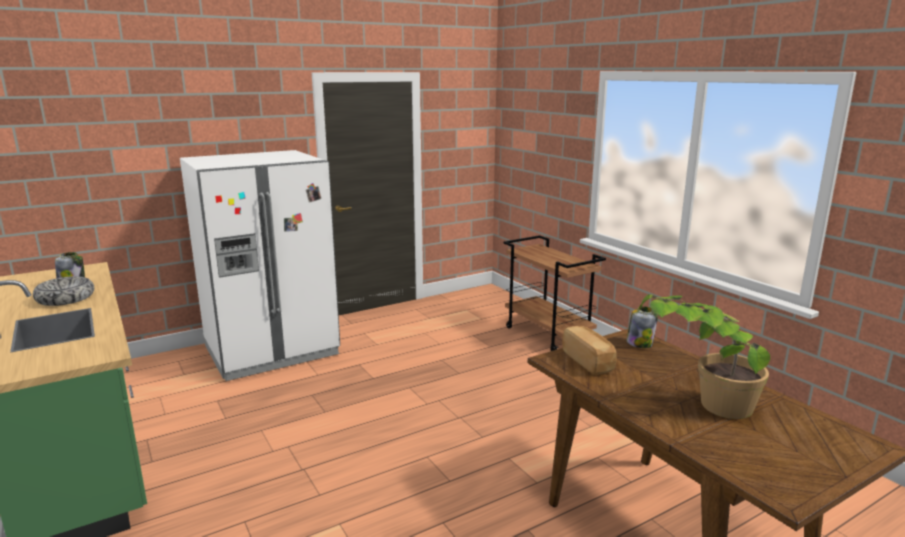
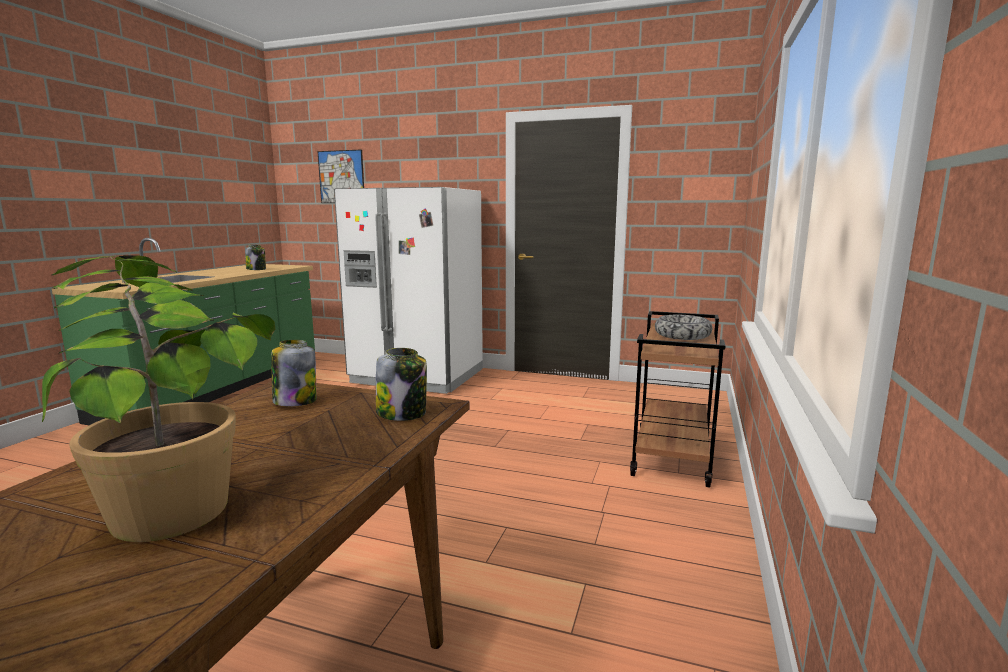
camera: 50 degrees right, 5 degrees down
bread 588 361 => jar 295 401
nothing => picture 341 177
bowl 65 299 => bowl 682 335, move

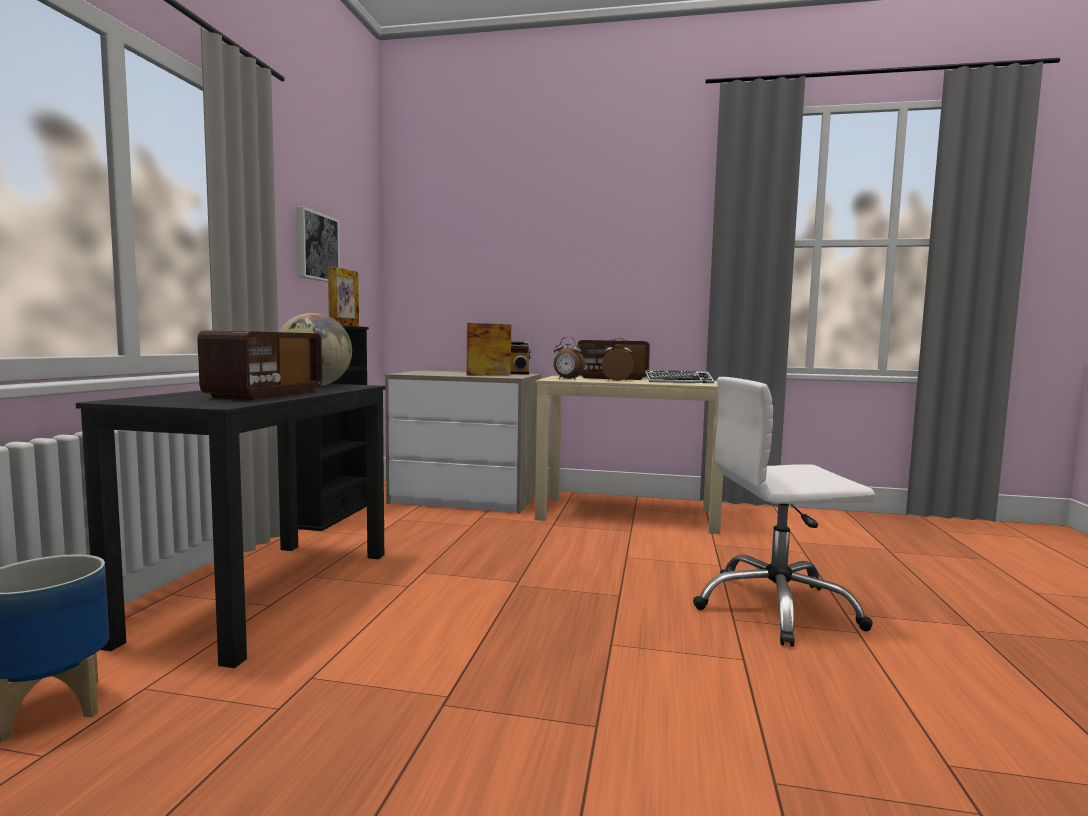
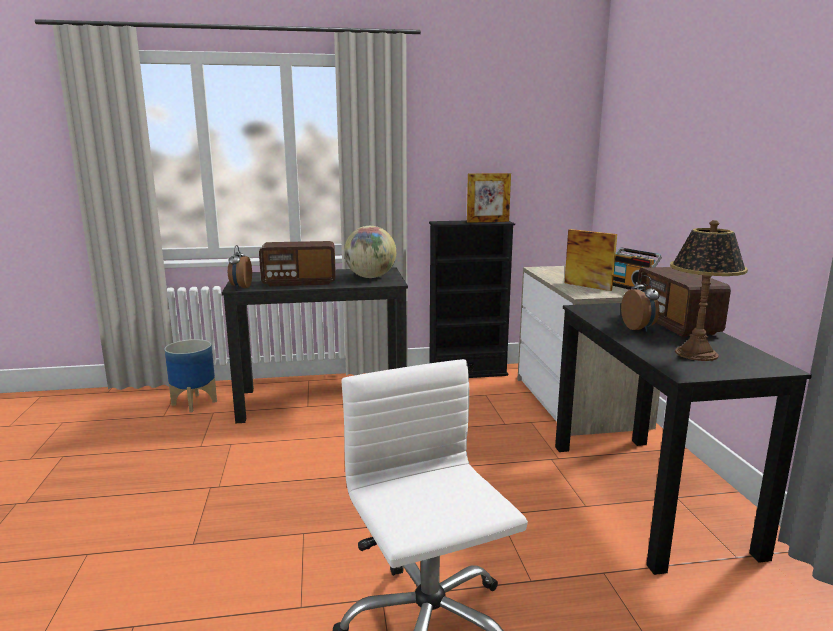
camera: 70 degrees right, 10 degrees up
alarm clock 567 379 => alarm clock 240 287, move
beige desk 628 514 => black desk 647 495
keyboard 678 382 => table lamp 696 354
picture 315 247 => nothing

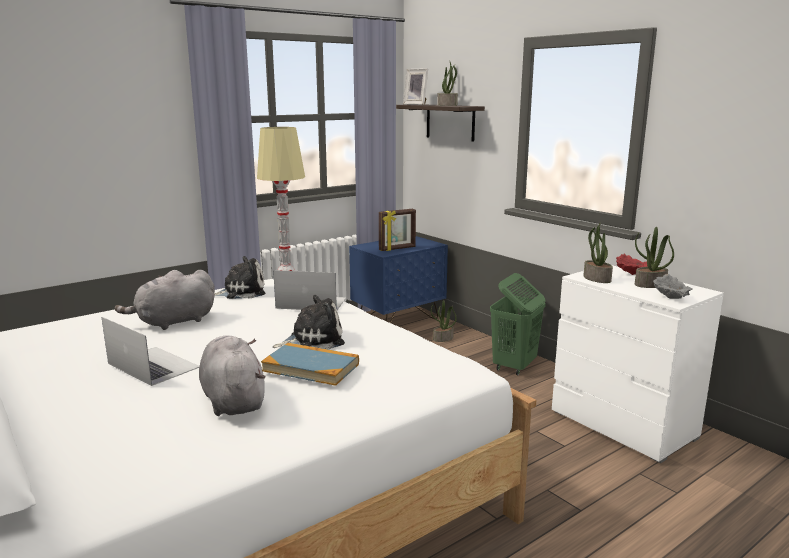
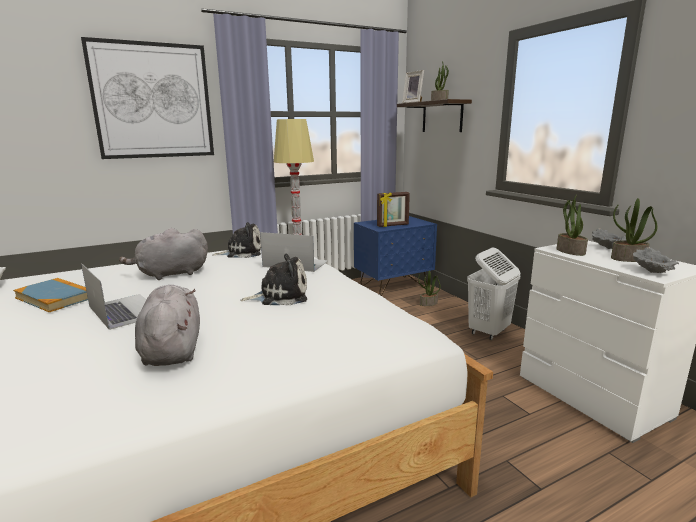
camera: 10 degrees right, 0 degrees up
book 311 367 => book 55 298, move
nothing => picture 153 101
green laundry basket 514 366 => white laundry basket 488 332
red bowl 632 274 => grey bowl 608 248

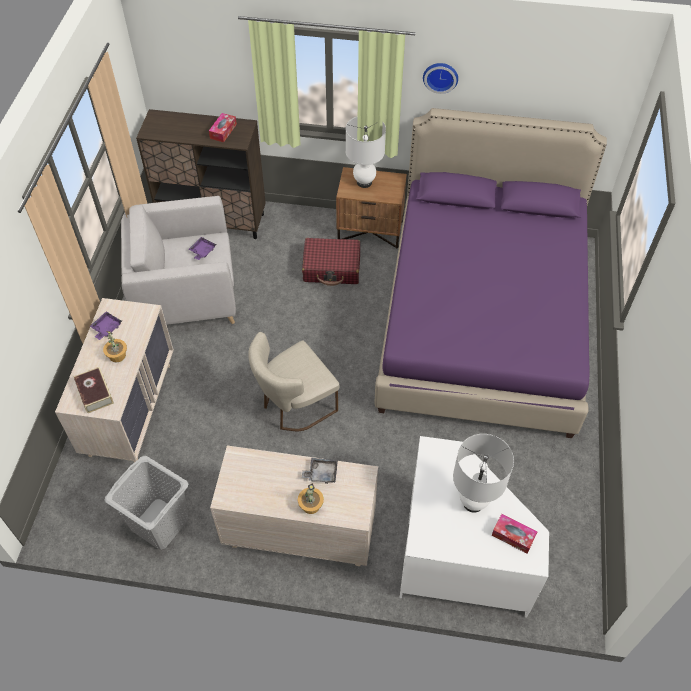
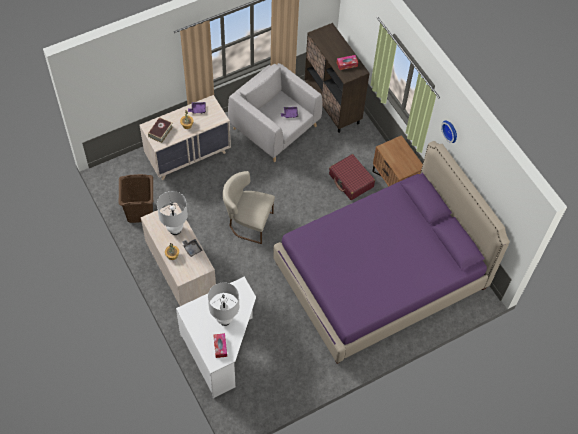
camera: 50 degrees right, 5 degrees up
grey laundry basket 160 524 => brown laundry basket 140 212
white table lamp 364 182 => white table lamp 175 230, move

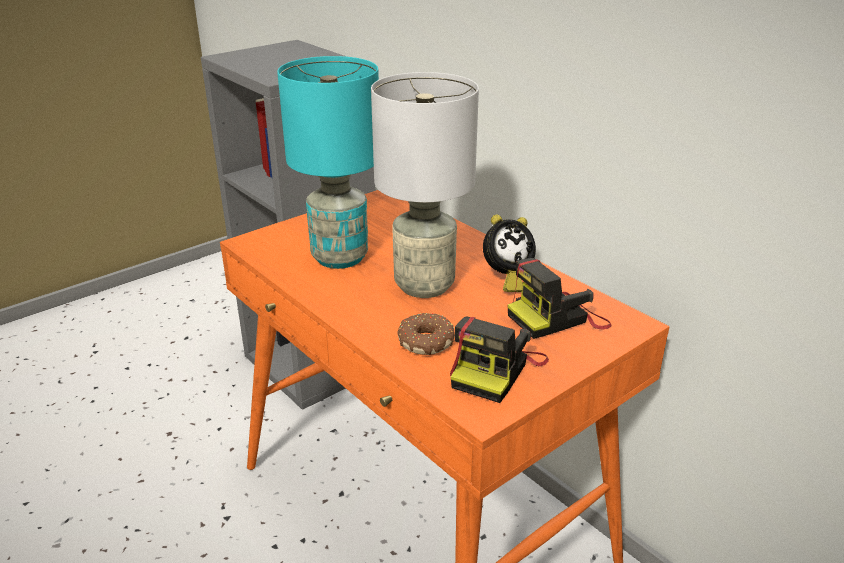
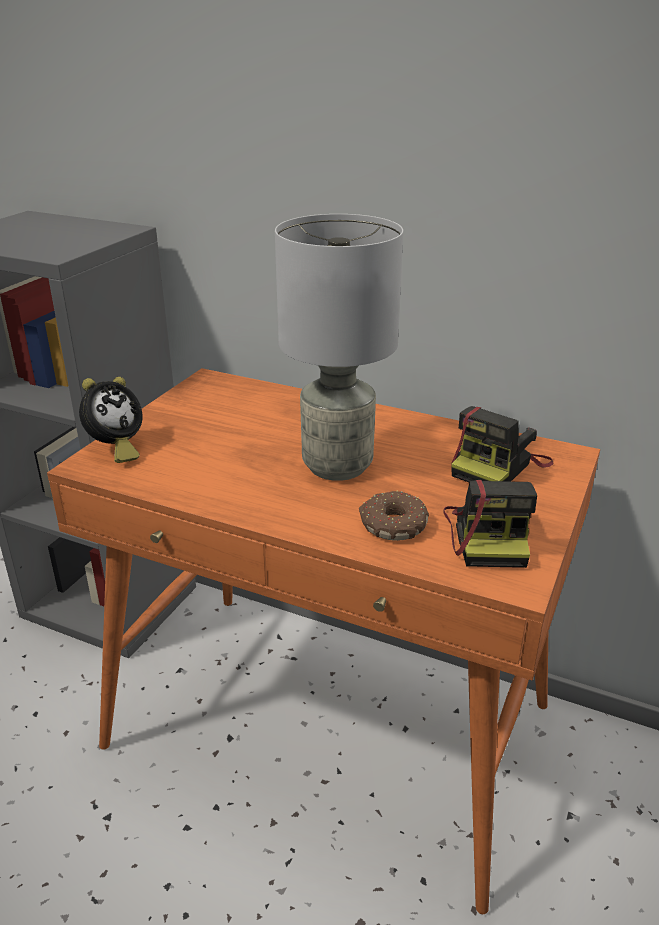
camera: 25 degrees left, 0 degrees up
alarm clock 506 279 => alarm clock 115 450, move
turquoise table lamp 340 257 => nothing

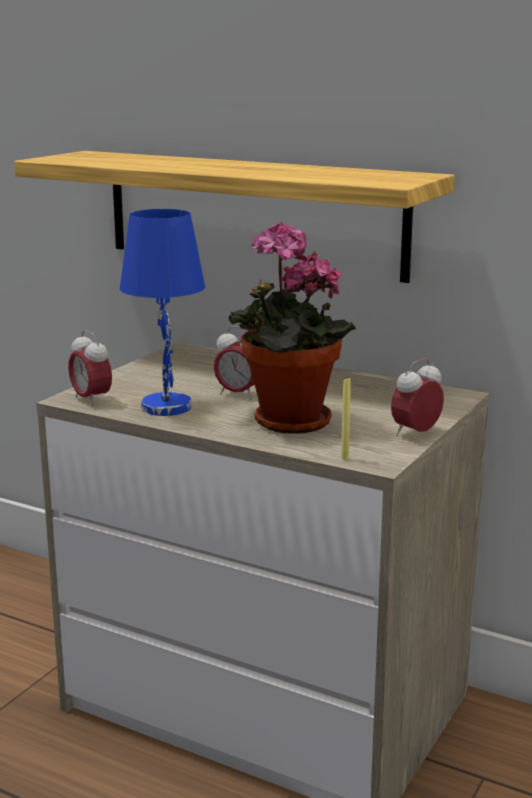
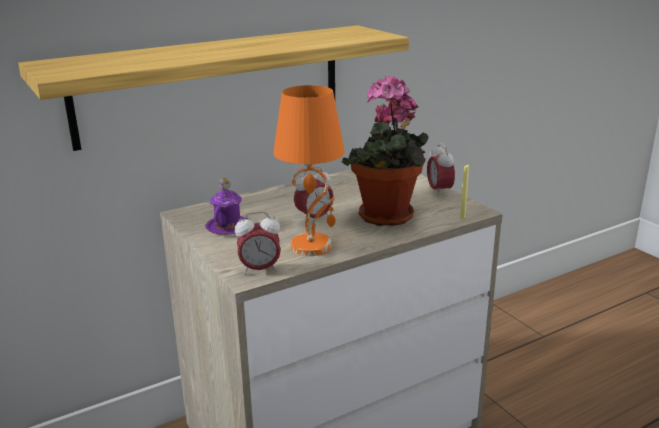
camera: 60 degrees left, 5 degrees up
nothing => purple mug 228 227
blue table lamp 167 407 => orange table lamp 312 246

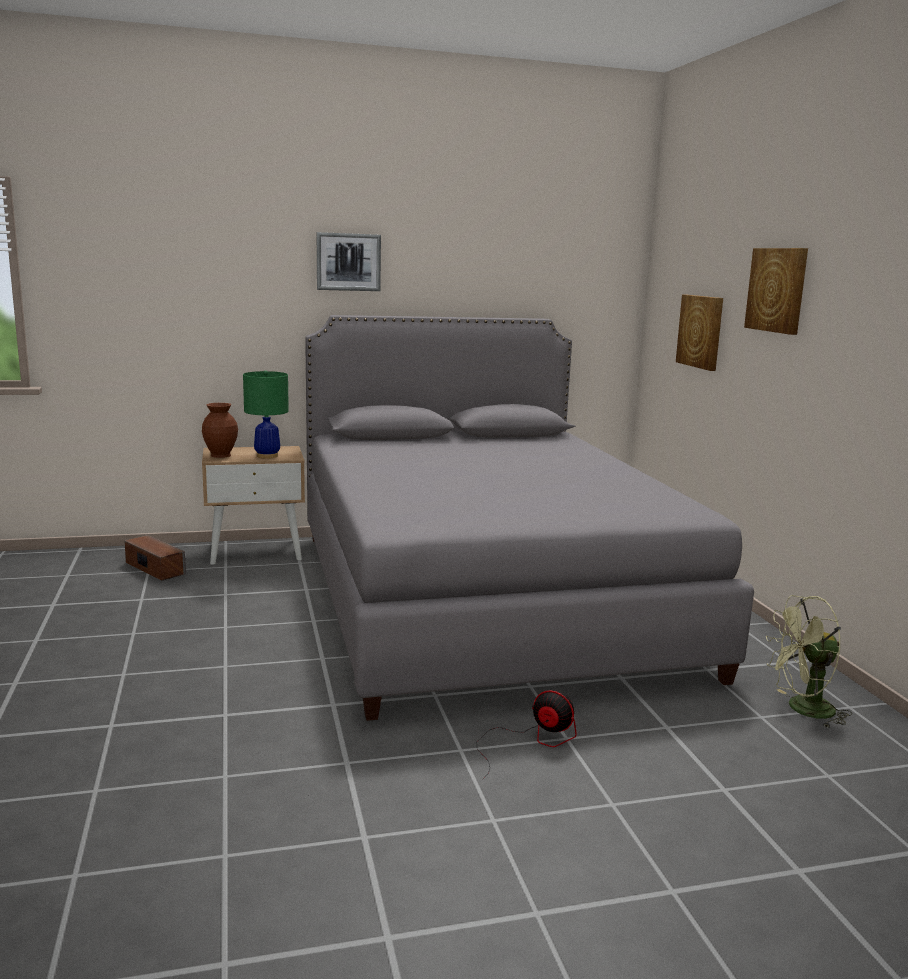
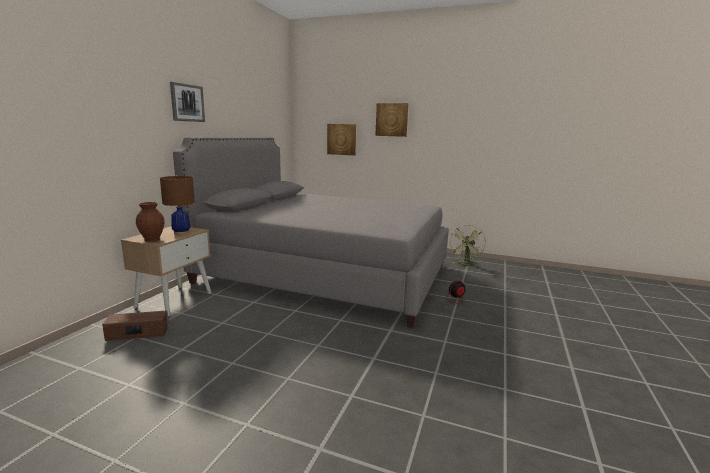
camera: 55 degrees left, 0 degrees up
green table lamp 267 456 => brown table lamp 181 233

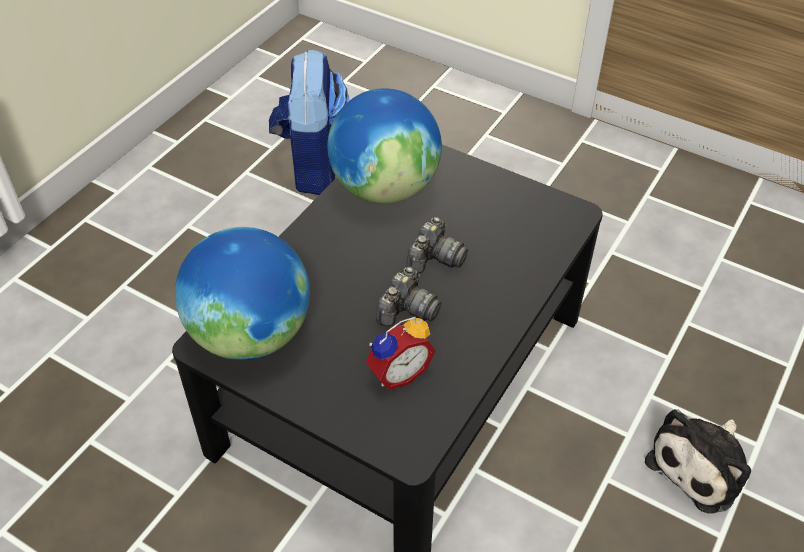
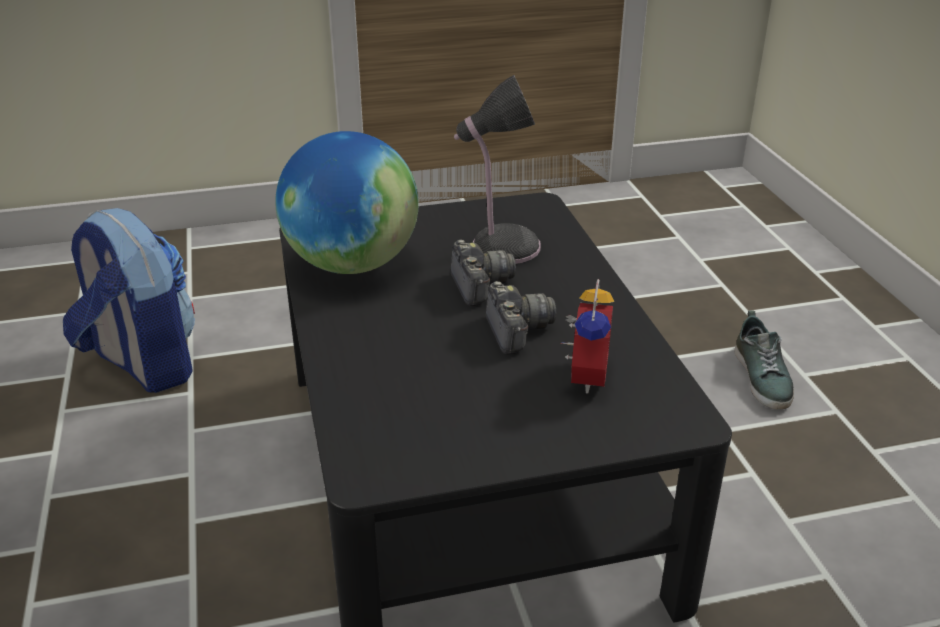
camera: 45 degrees left, 15 degrees down
nothing => table lamp 501 247
plush toy 701 465 => shoe 762 377
globe 250 335 => nothing

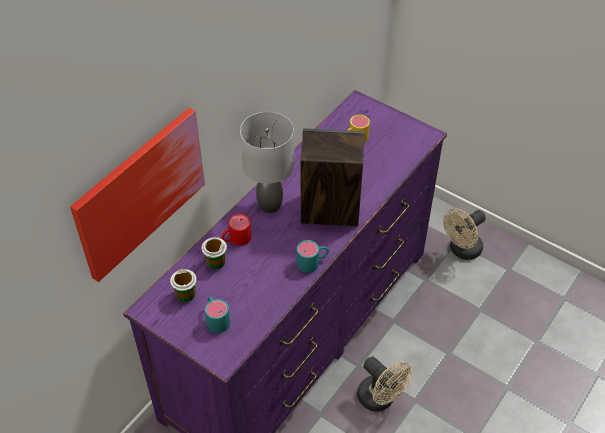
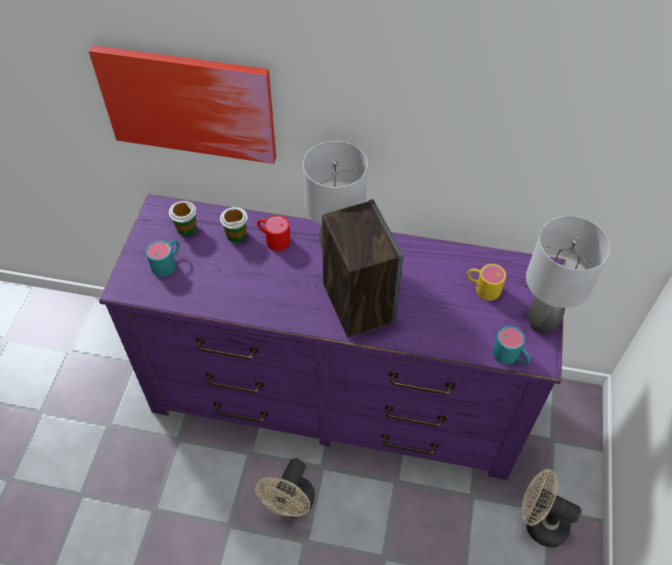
camera: 65 degrees right, 5 degrees up
turquoise mug 313 262 => turquoise mug 510 357, move
nothing => grey table lamp 542 322

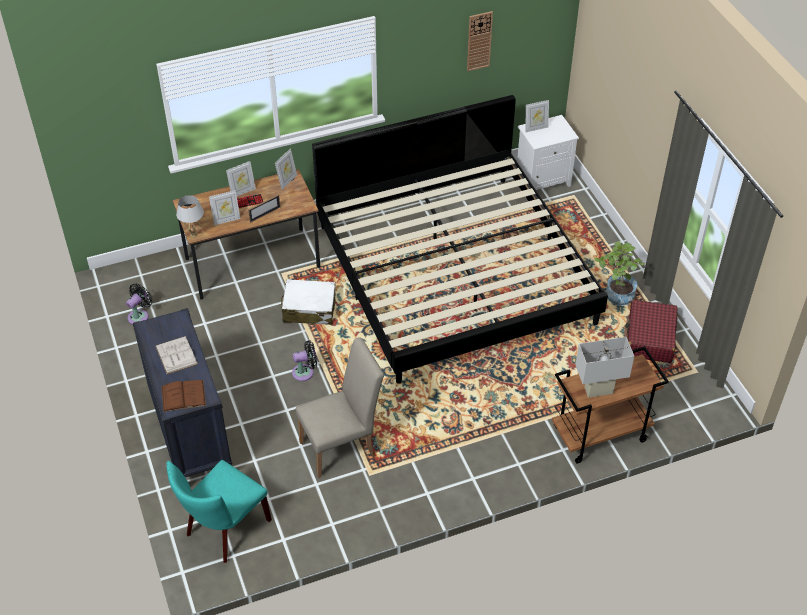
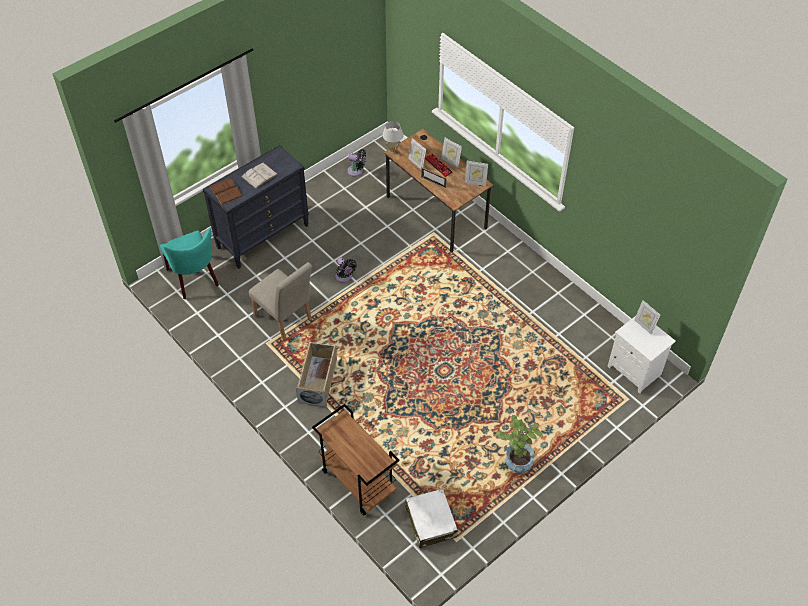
camera: 70 degrees right, 5 degrees up
turquoise chair 224 530 => turquoise chair 194 279, 135 degrees counterclockwise
nothing => beige storage box 318 380
white suitcase 309 309 => white suitcase 431 522, move
bed 454 272 => nothing
wall clock 479 41 => nothing
white table lamp 598 390 => nothing
red suitcase 649 338 => nothing

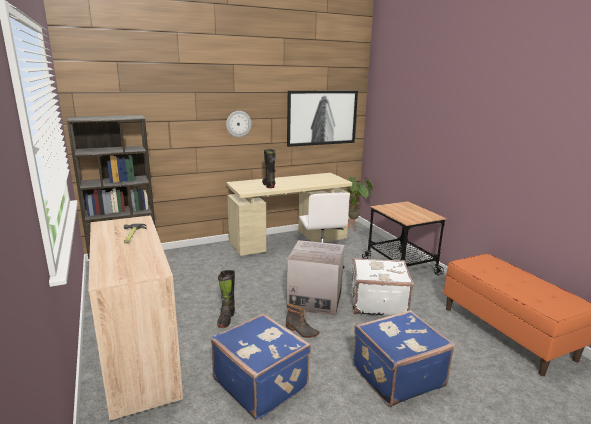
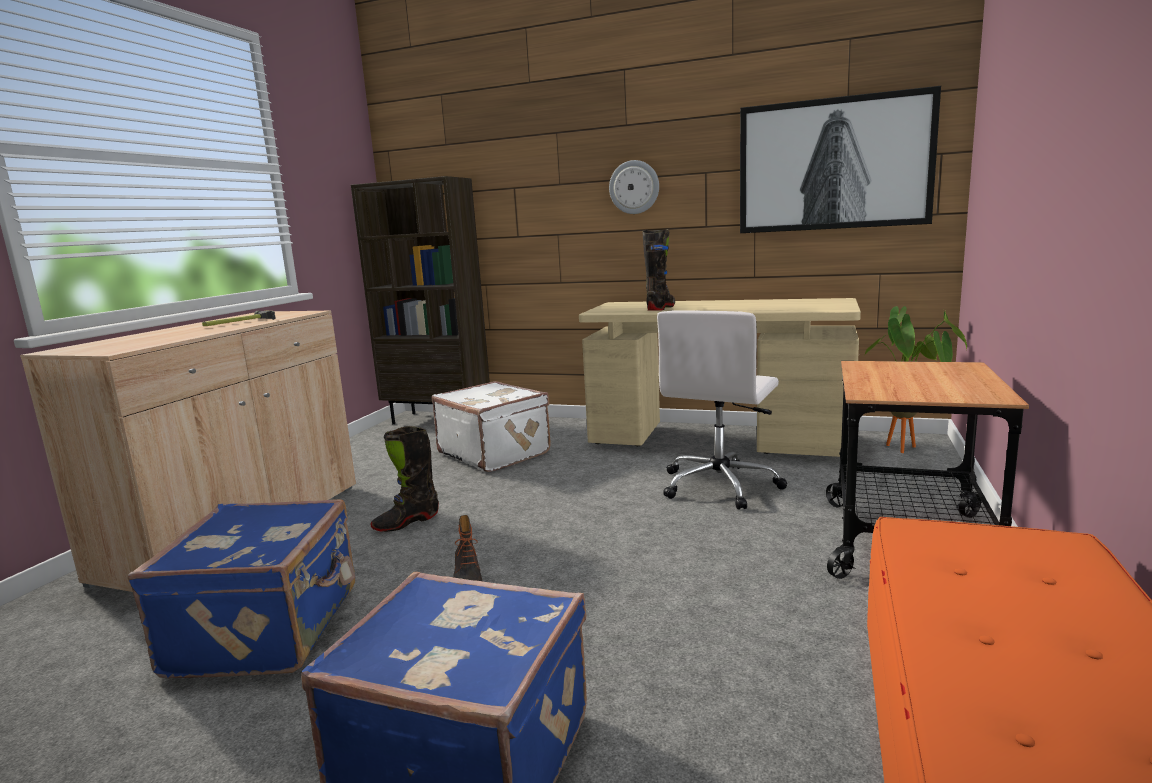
camera: 45 degrees right, 5 degrees down
white suitcase 377 303 => white suitcase 495 453, move
cardboard box 315 300 => nothing

